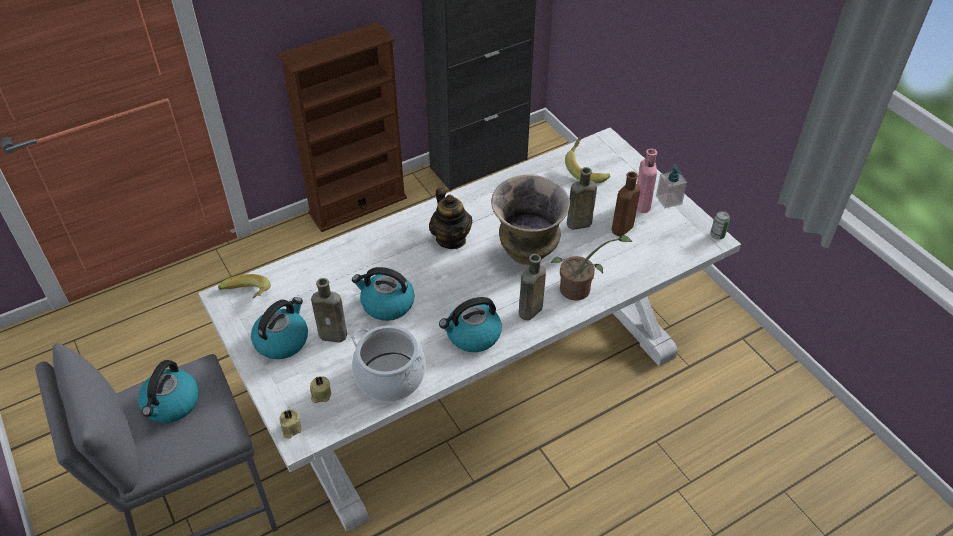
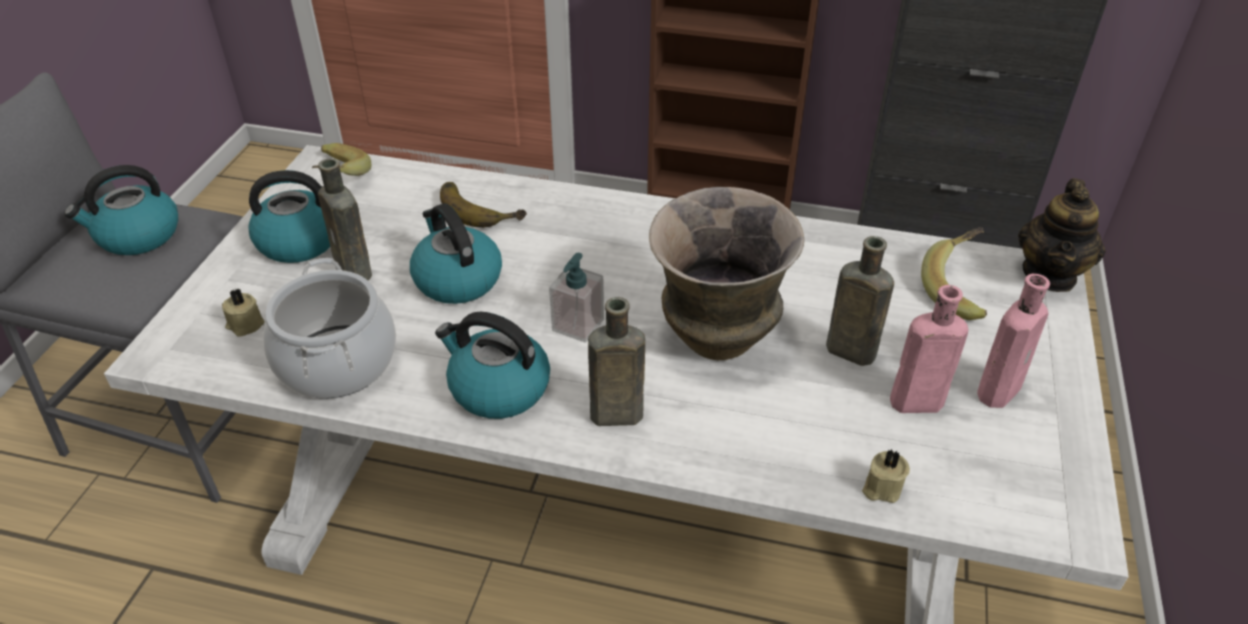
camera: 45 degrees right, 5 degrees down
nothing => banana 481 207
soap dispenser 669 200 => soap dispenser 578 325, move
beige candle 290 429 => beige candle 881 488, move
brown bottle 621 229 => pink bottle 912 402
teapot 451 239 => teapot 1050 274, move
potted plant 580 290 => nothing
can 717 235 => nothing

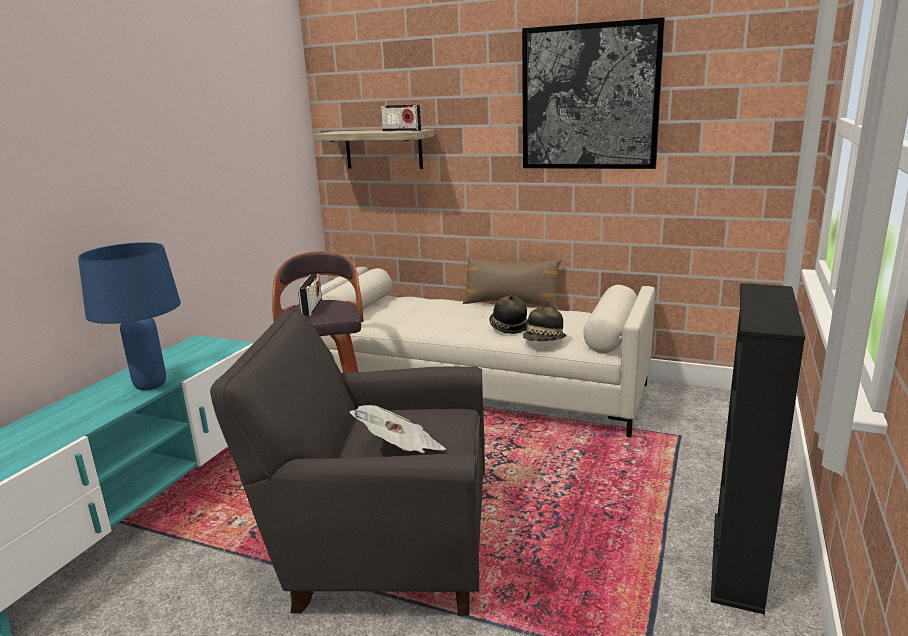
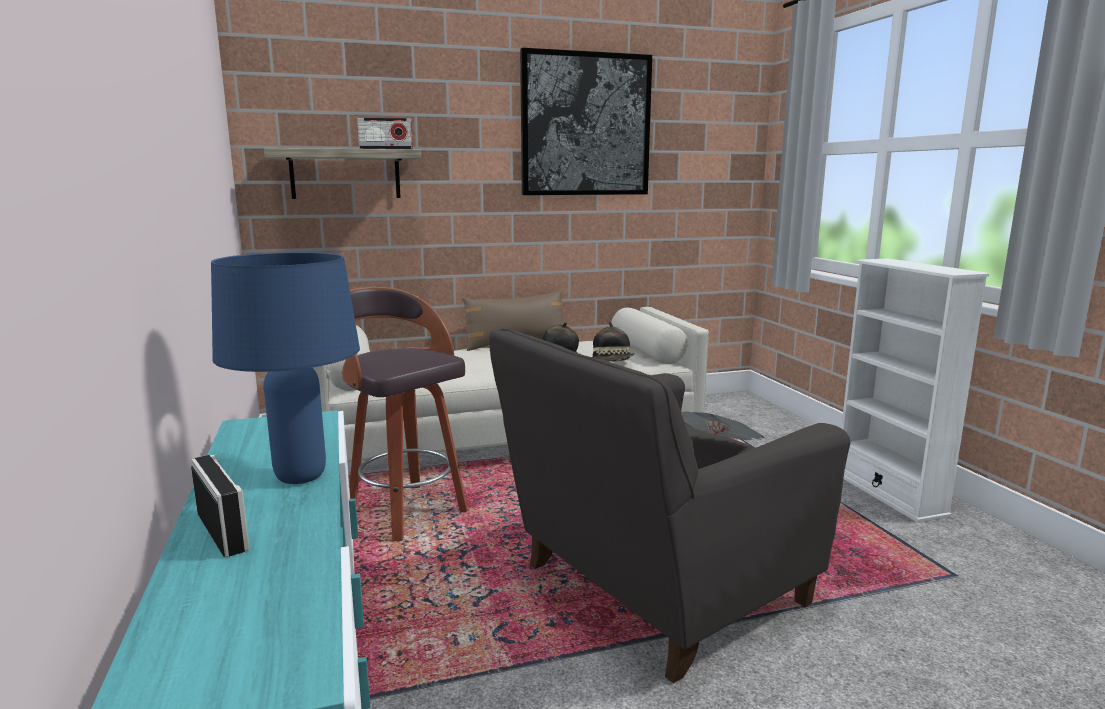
camera: 40 degrees left, 5 degrees down
radio 312 307 => radio 222 531, move
black bookcase 737 561 => white bookcase 888 493

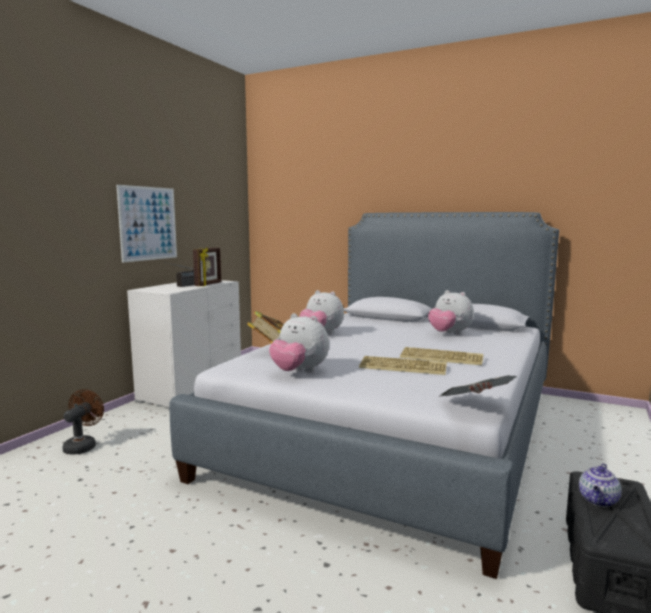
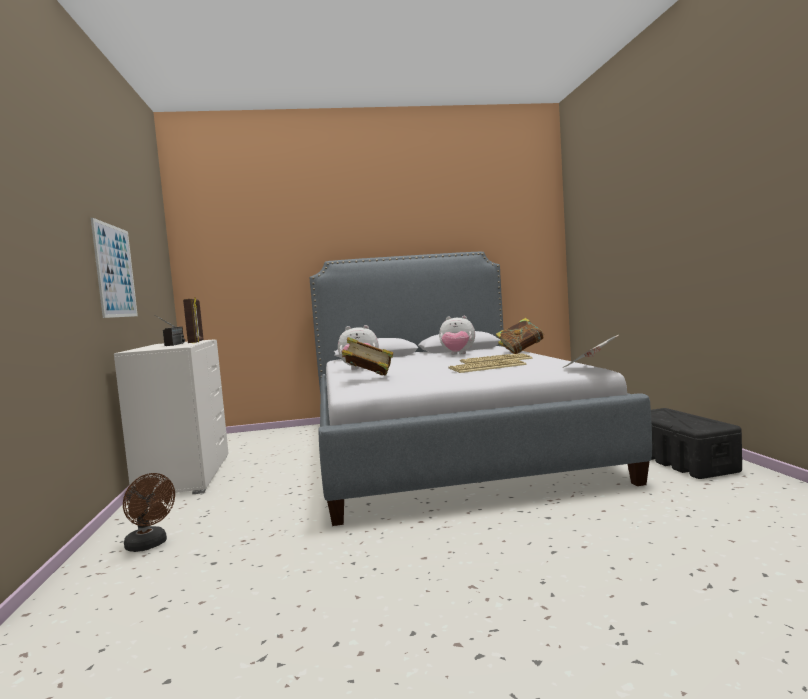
camera: 35 degrees left, 5 degrees down
brown fan 83 446 => brown fan 150 545, 150 degrees clockwise
nothing => book 521 352
plush toy 299 372 => nothing
teapot 598 501 => nothing

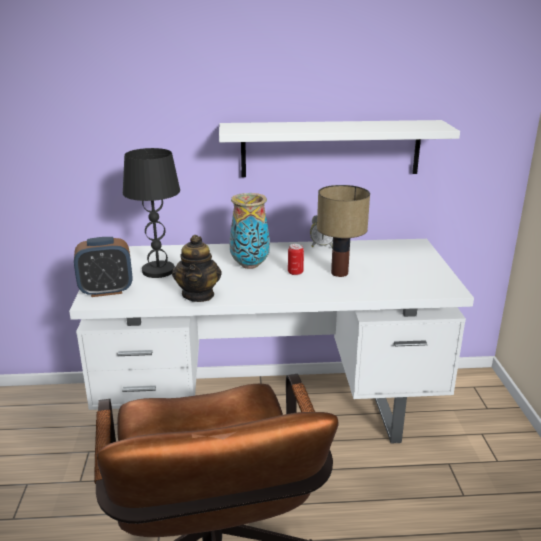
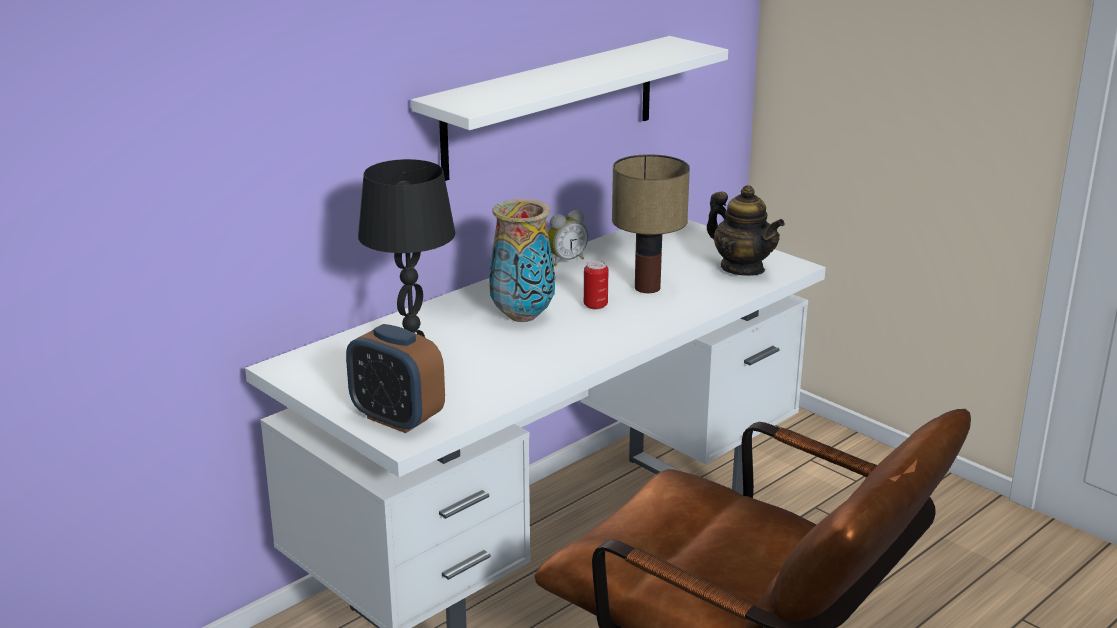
camera: 40 degrees left, 0 degrees up
alarm clock 106 291 => alarm clock 397 419, 90 degrees clockwise
teapot 198 294 => teapot 742 268, move

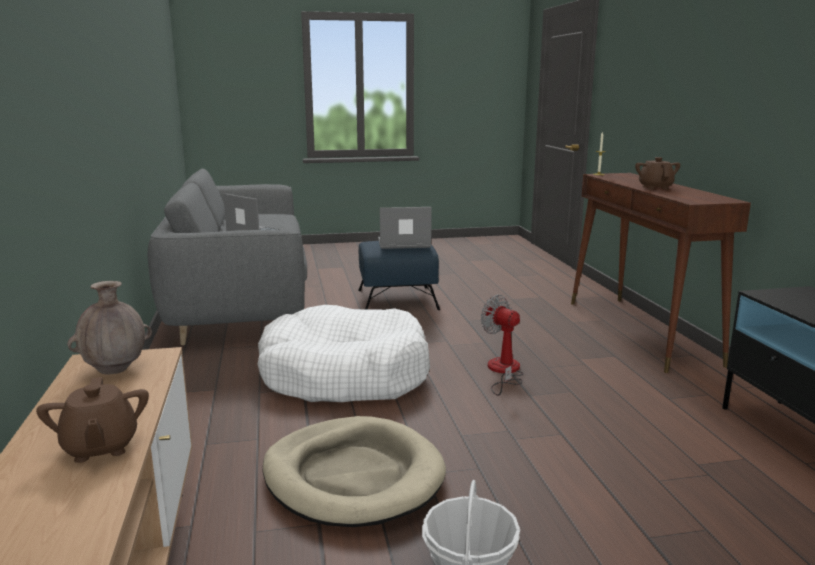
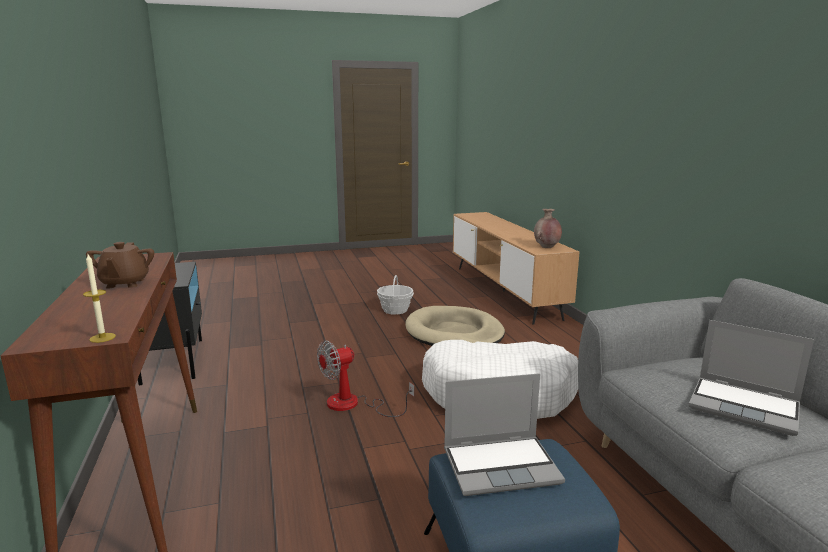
camera: 175 degrees right, 0 degrees up
fan 503 372 => fan 353 405, 105 degrees clockwise
brown teapot 100 447 => nothing

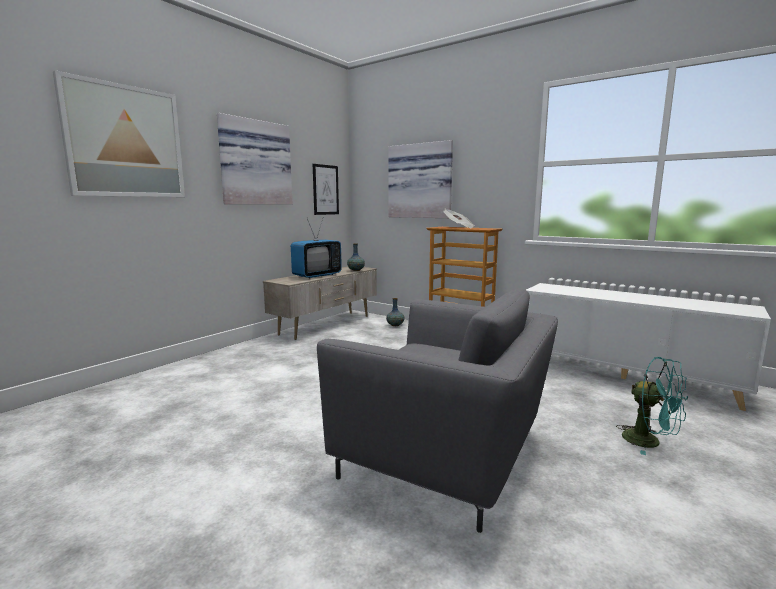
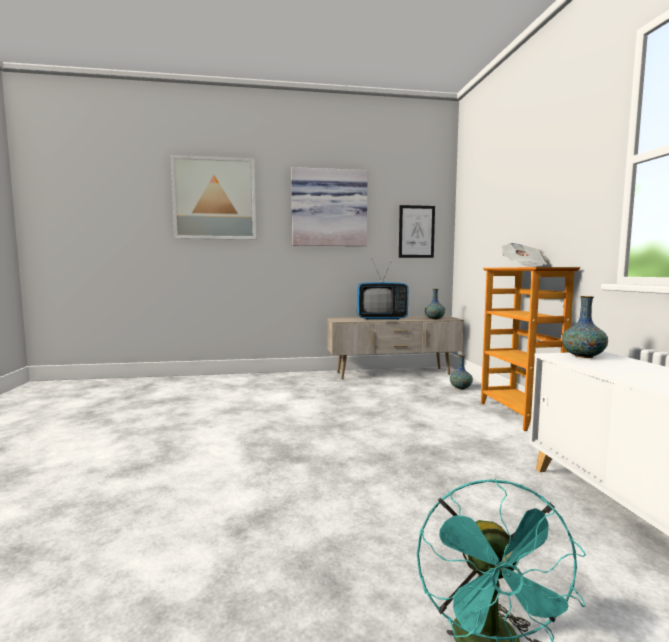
camera: 45 degrees right, 5 degrees down
nothing => vase 583 356
grey armchair 446 454 => nothing
picture 421 181 => nothing

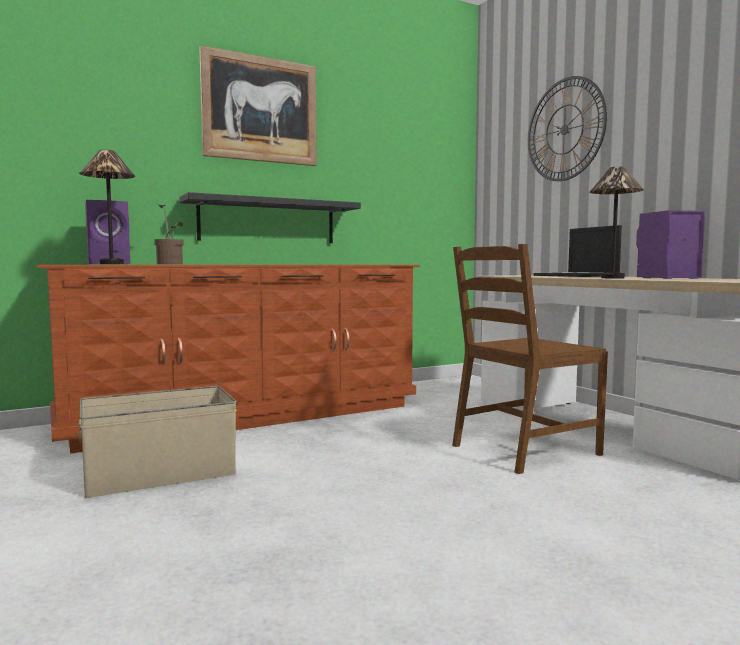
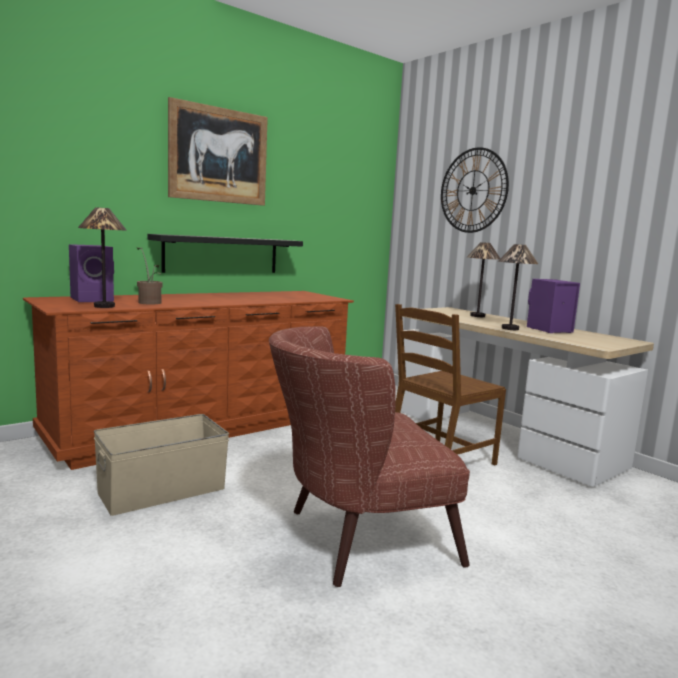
camera: 10 degrees left, 5 degrees up
nothing => brown armchair 354 539
laptop 576 276 => table lamp 478 316

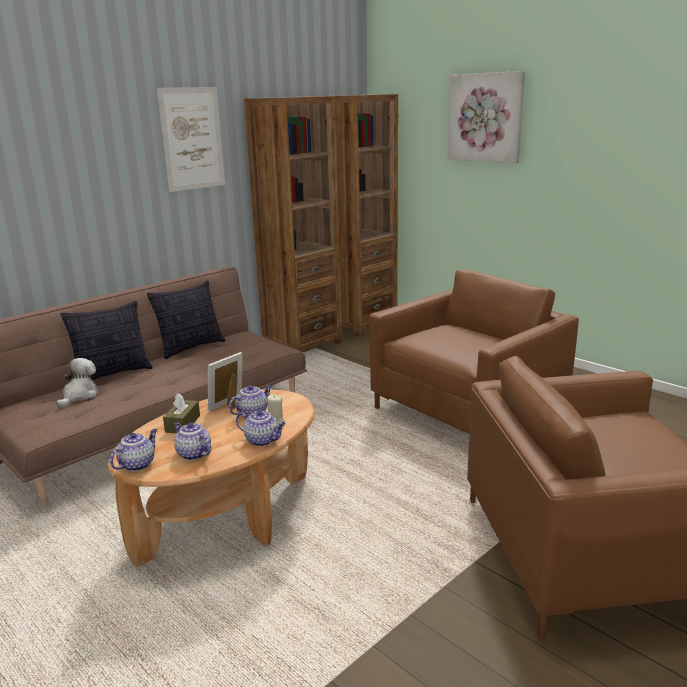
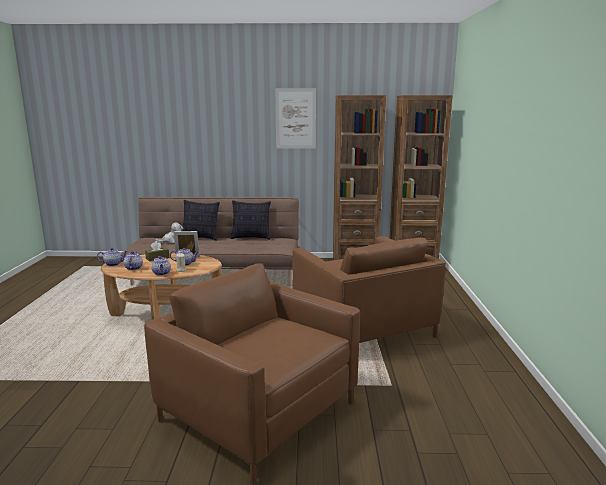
camera: 45 degrees right, 5 degrees down
brown armchair 468 411 => brown armchair 363 328, 60 degrees clockwise
picture 485 117 => nothing

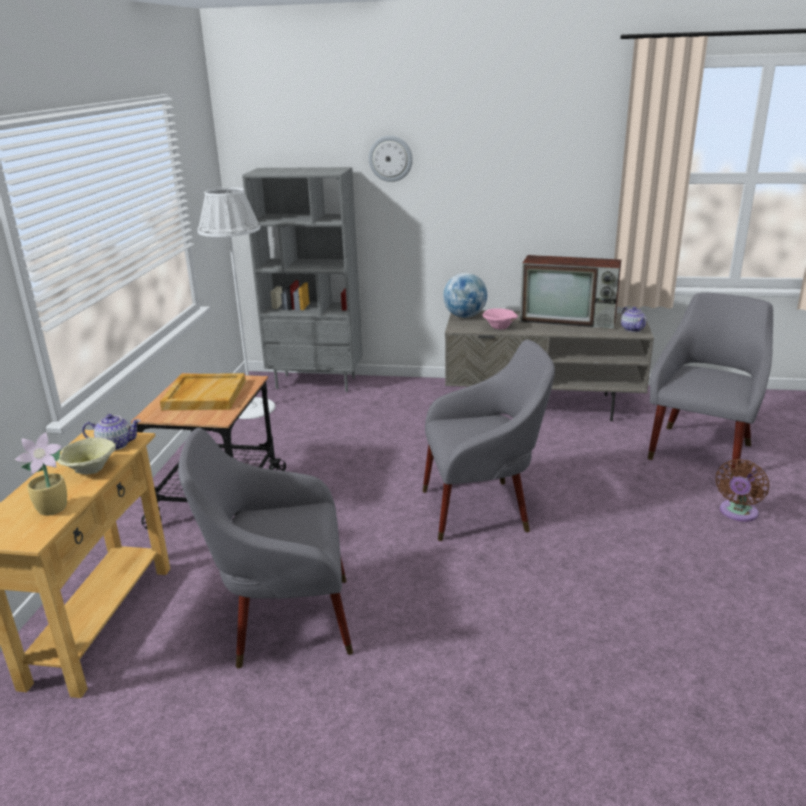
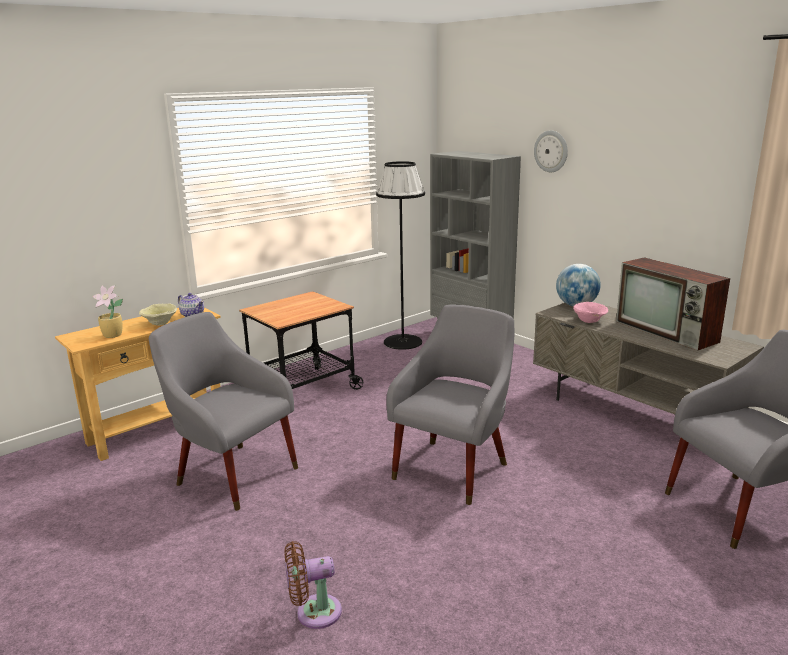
camera: 40 degrees right, 5 degrees down
brown fan 737 513 => brown fan 314 613, move
white floor lamp 251 408 => black floor lamp 402 342
grey armchair 483 509 => grey armchair 454 467, 90 degrees counterclockwise
beige tray 204 395 => nothing
teapot 632 329 => nothing

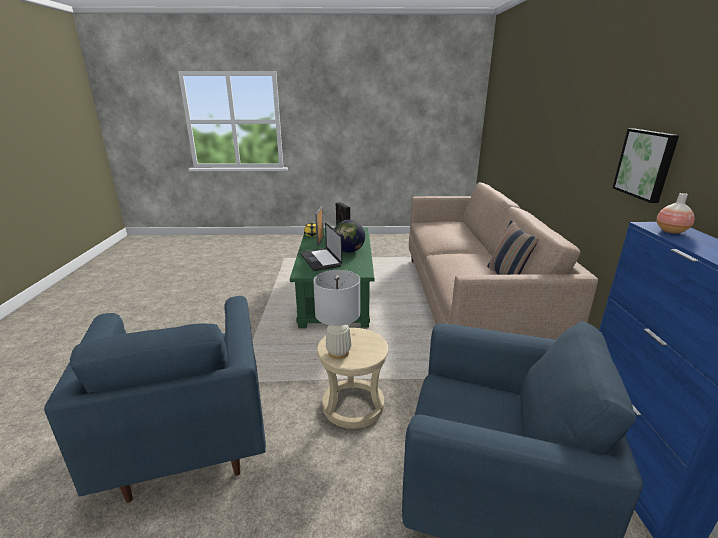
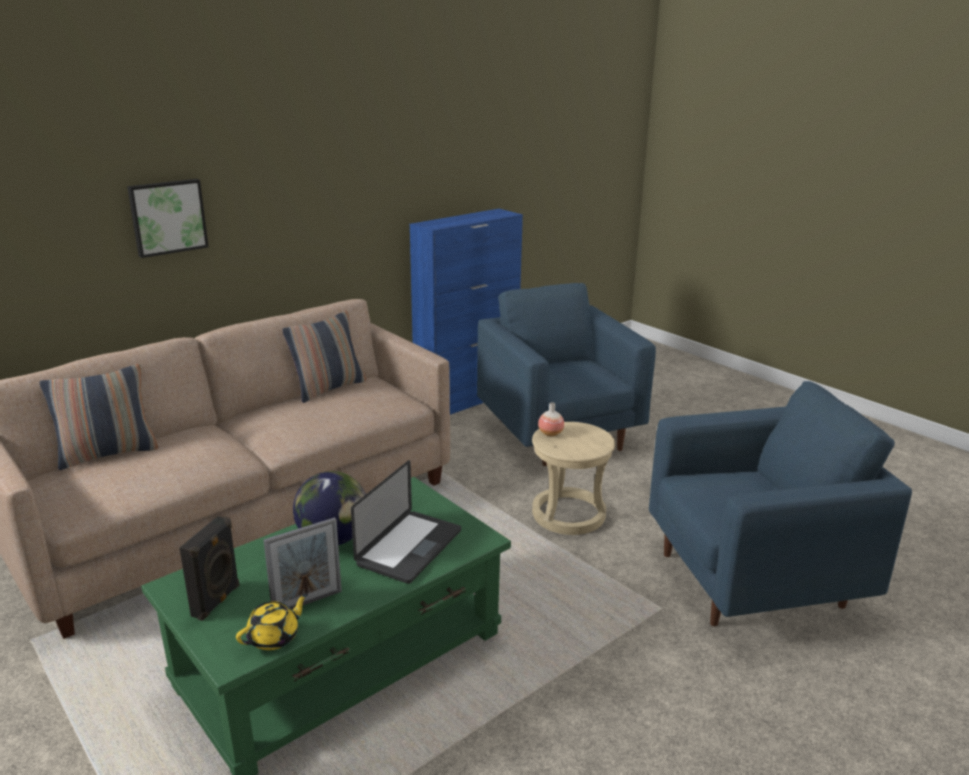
camera: 130 degrees left, 0 degrees up
nothing => pillow 108 453
picture 646 164 => picture 167 217, move
vase 671 231 => vase 550 433, move
blue armchair 188 439 => blue armchair 751 580, 45 degrees clockwise
white table lamp 338 352 => nothing

